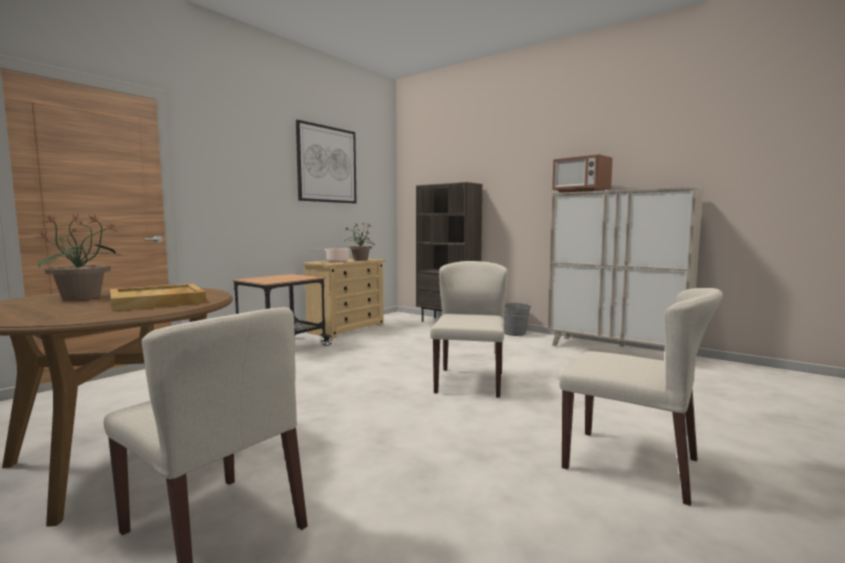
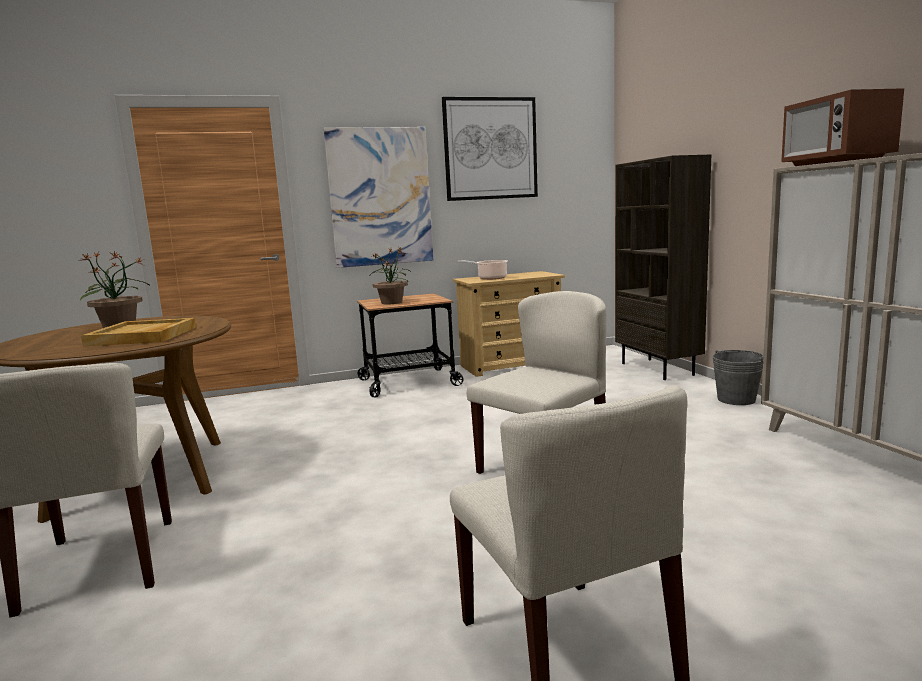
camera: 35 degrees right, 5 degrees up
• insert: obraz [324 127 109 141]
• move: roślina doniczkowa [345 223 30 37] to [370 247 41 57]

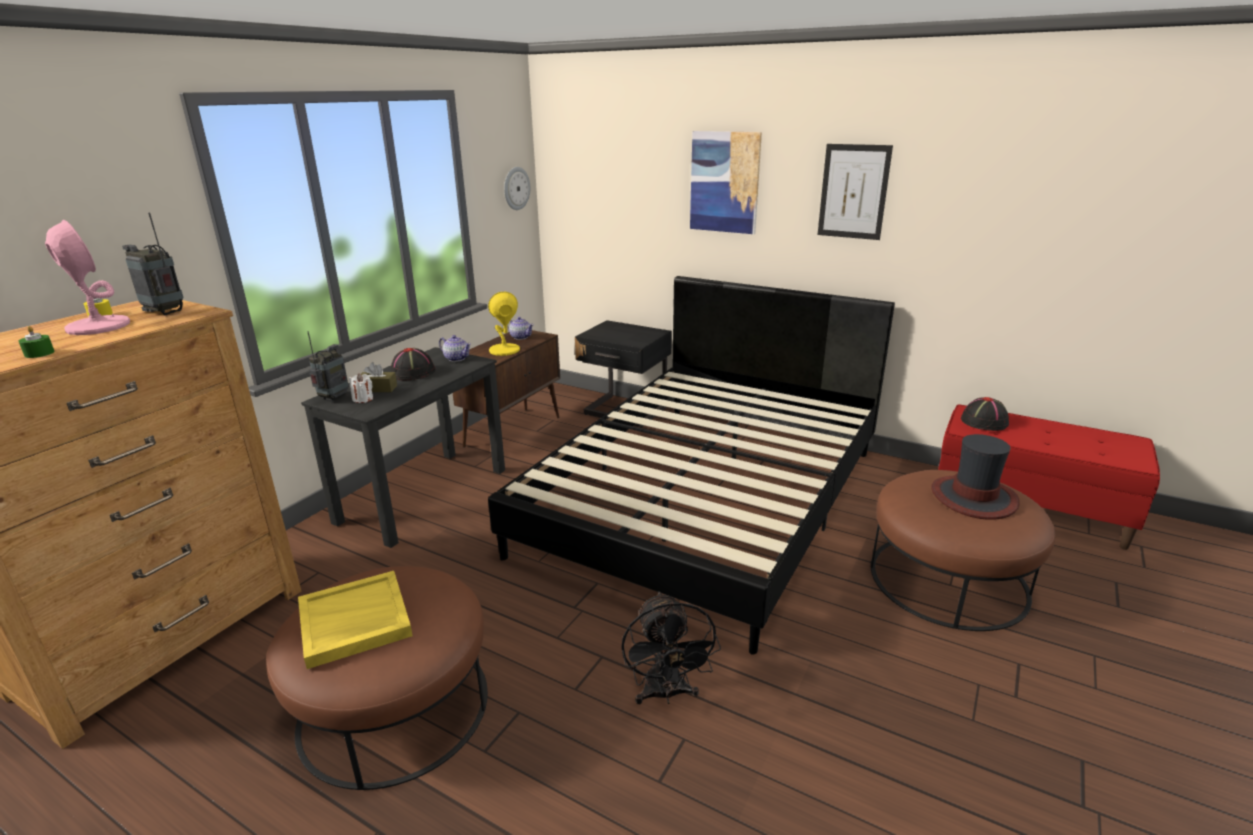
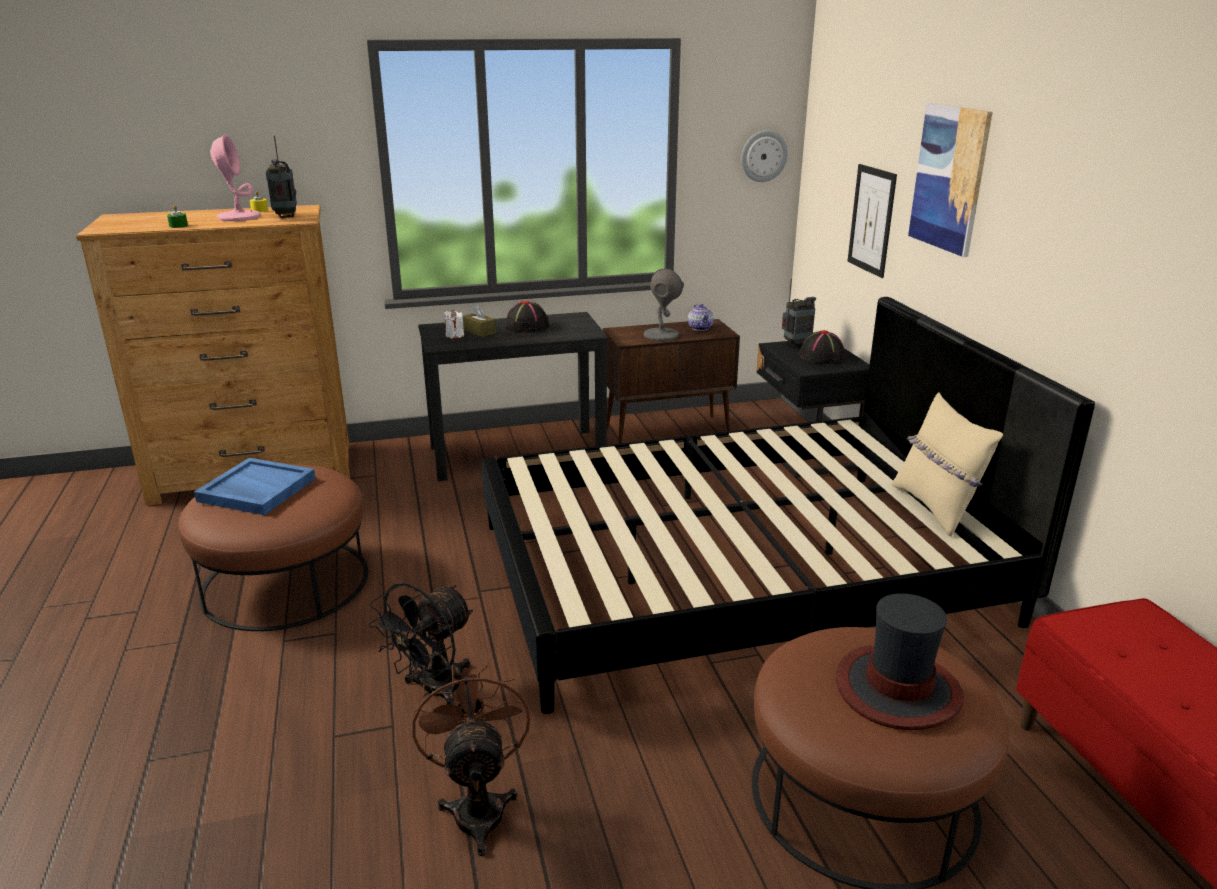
camera: 45 degrees right, 0 degrees up
• recolor: taca/żółty [298 571 115 98] to taca/niebieski [194 458 122 57]
• insert: wentylator/brązowy [412 664 118 192]
• recolor: lampa stołowa/żółty [488 292 32 64] to lampa stołowa/szary [644 268 39 73]
• move: radio [307 331 42 71] to [782 279 34 68]
• move: kapelusz/czarny [961 397 48 34] to [799 330 46 34]
• move: obraz [818 144 75 96] to [847 164 50 114]
• insert: poduszka/beżowy [892 392 111 145]
• delete: imbryk [439 335 32 27]

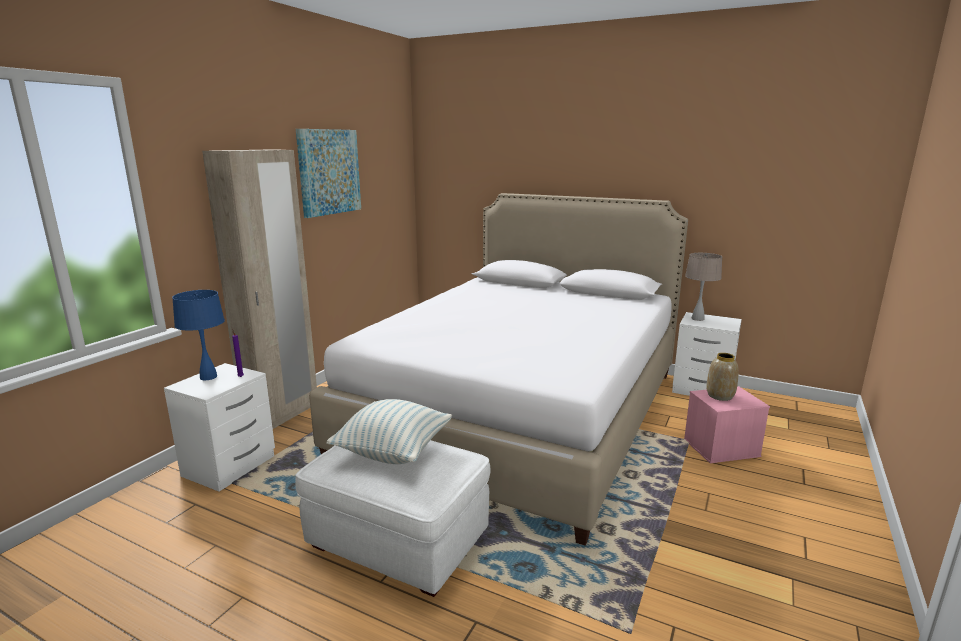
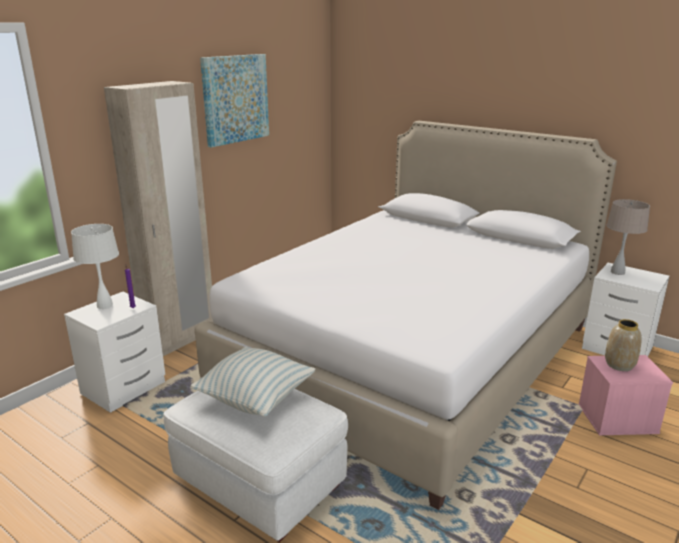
camera: 10 degrees right, 5 degrees up
• recolor: lampa stołowa/niebieski [172 290 53 90] to lampa stołowa/biały [71 224 48 85]

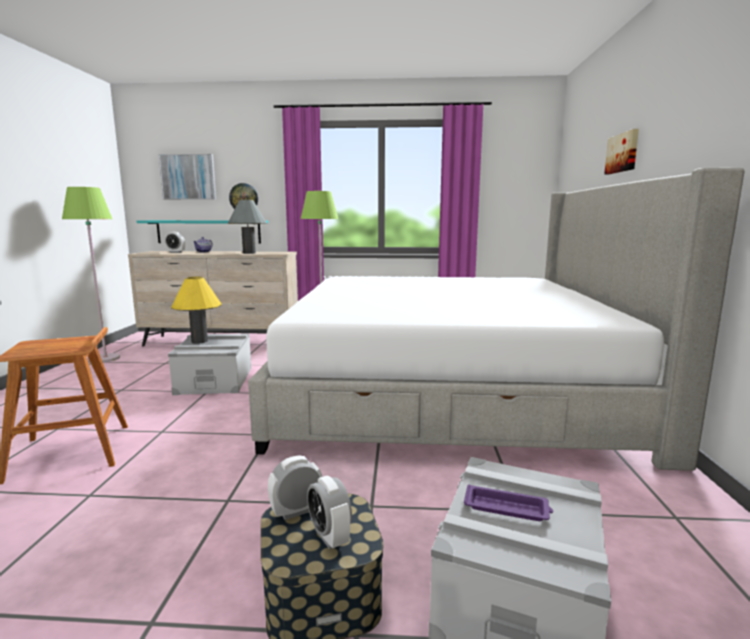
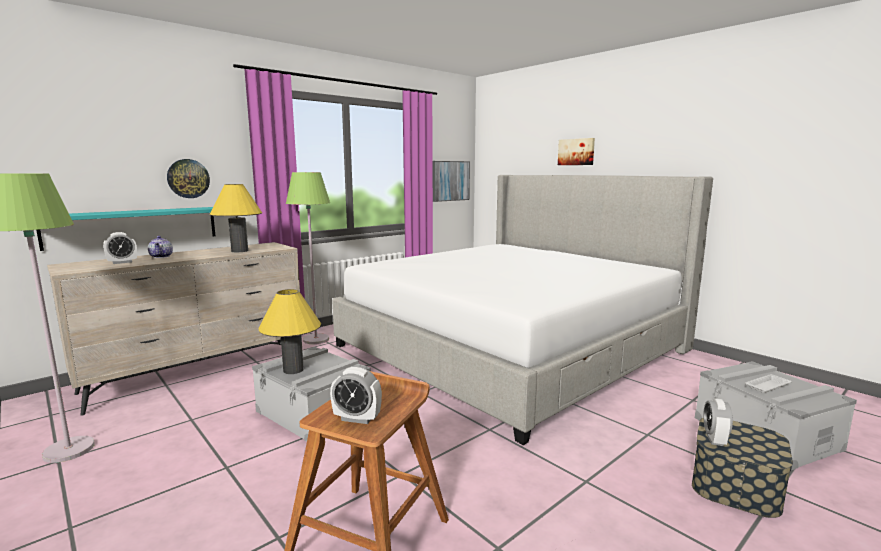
camera: 45 degrees left, 0 degrees up
• recolor: lampa stołowa/szary [228 200 39 54] to lampa stołowa/żółty [210 184 52 68]
• move: budzik [307 476 45 74] to [330 367 52 57]
• move: obraz [158 154 58 46] to [433 161 37 41]
• recolor: taca/fioletowy [464 484 90 37] to taca/biały [745 374 47 19]

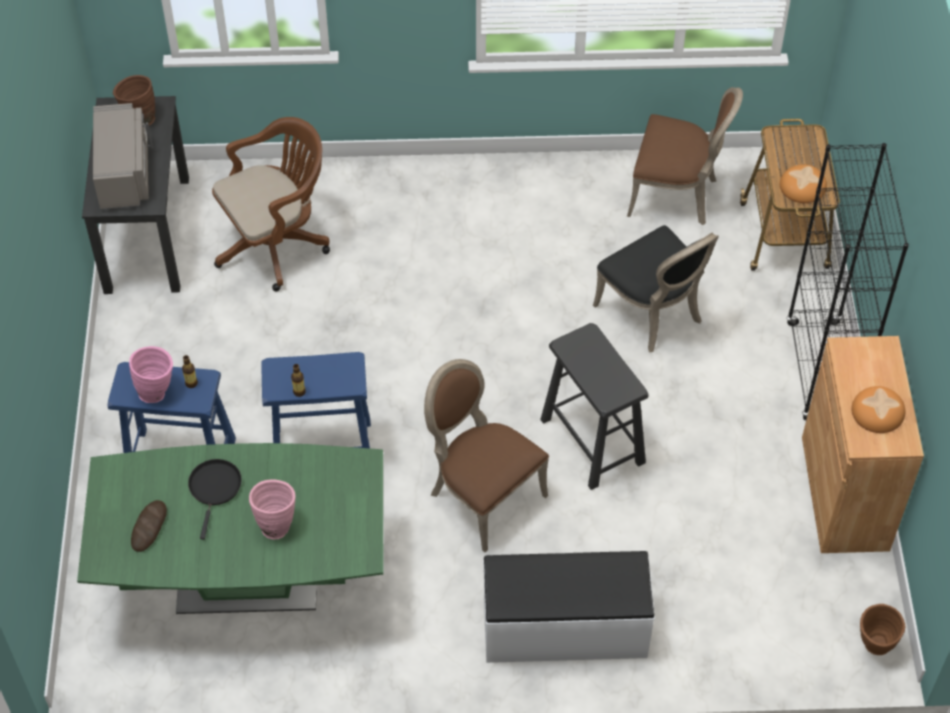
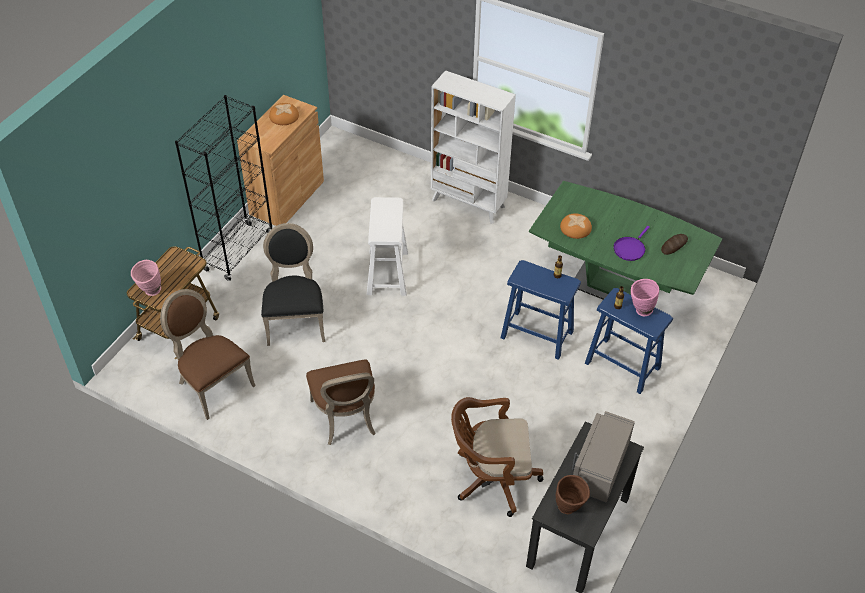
camera: 150 degrees left, 5 degrees down
• move: wazon/różowy [249 479 46 60] to [131 260 30 36]
• move: krzesło/brązowy [424 359 125 193] to [306 359 70 86]
• recolor: stołek/czarny [540 323 109 167] to stołek/biały [367 197 41 99]
• replace: ławka/biały [483 551 172 112] to regał/biały [431 70 85 154]
• move: chleb [780 164 47 39] to [560 213 32 26]
• recolor: patelnia/czarny [188 459 54 80] to patelnia/fioletowy [613 226 37 35]
• delete: wazon/brązowy [860 604 45 51]

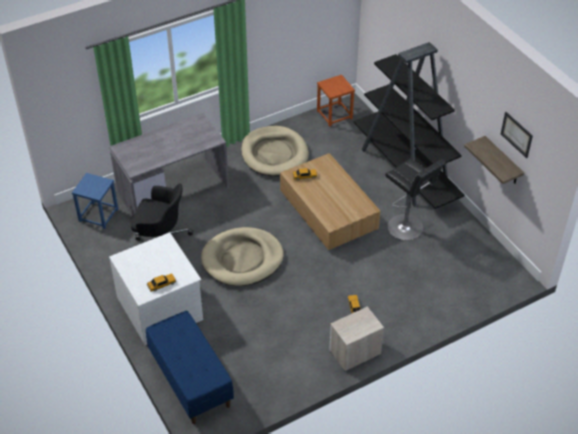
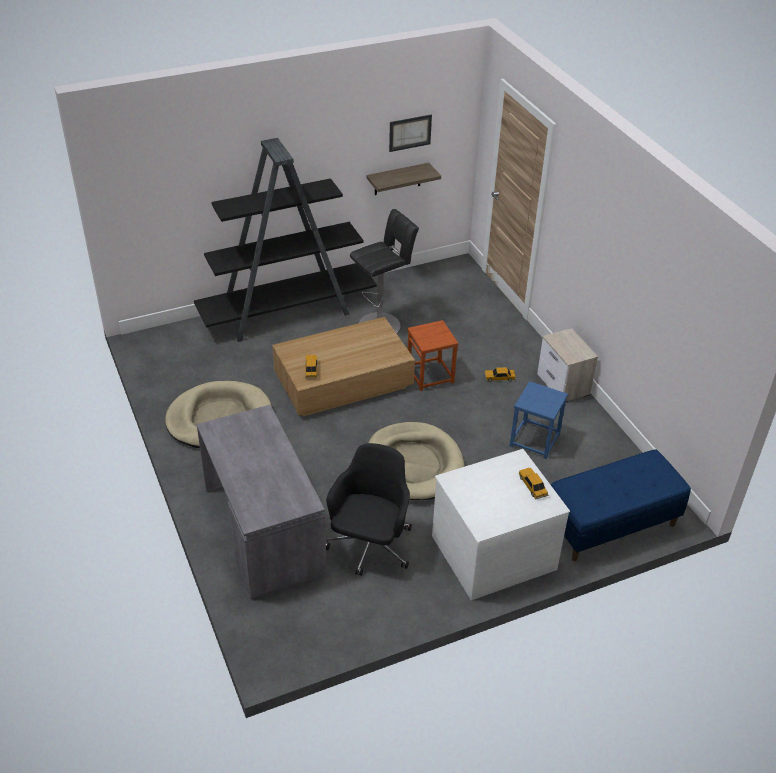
camera: 85 degrees left, 5 degrees down
• move: stołek/brązowy [317 75 38 52] to [407 320 52 71]
• move: stołek/niebieski [72 173 46 56] to [510 381 58 78]

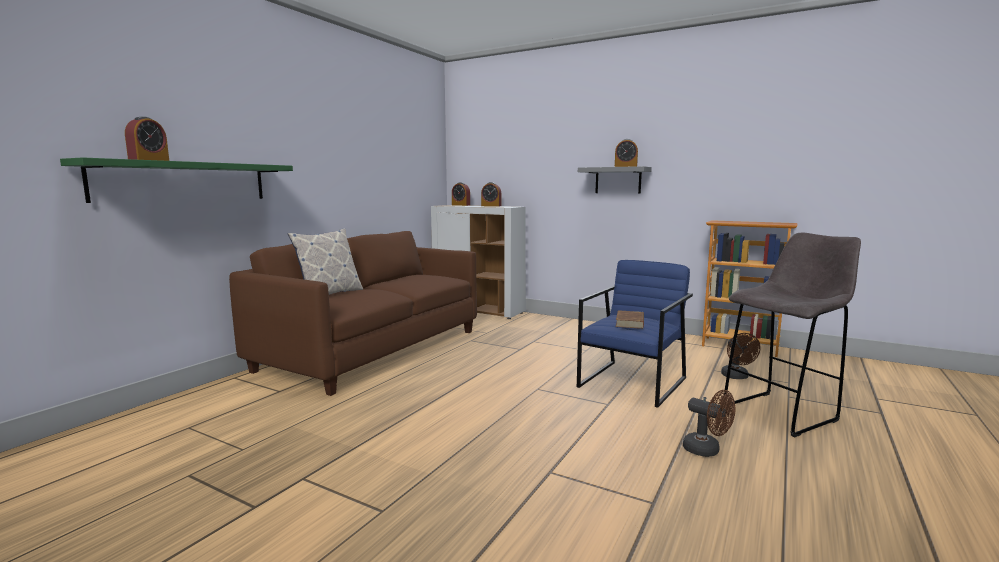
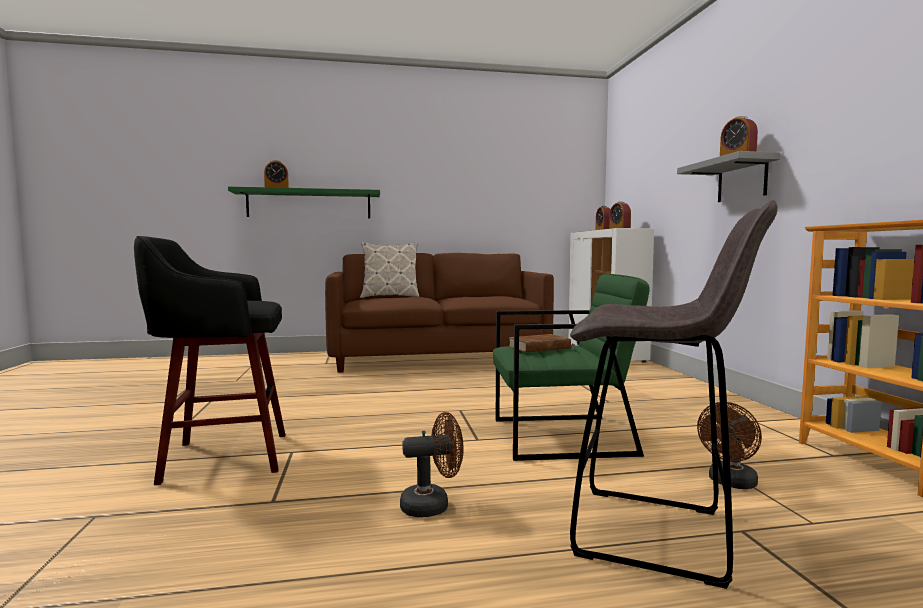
camera: 50 degrees right, 5 degrees down
• insert: stołek/czarny [134 236 152 249]
• rotate: wentylator/brązowy [683 390 53 67] = [400 412 63 105] 105 degrees counterclockwise
• recolor: fotel/niebieski [577 260 116 148] to fotel/zielony [493 274 157 187]

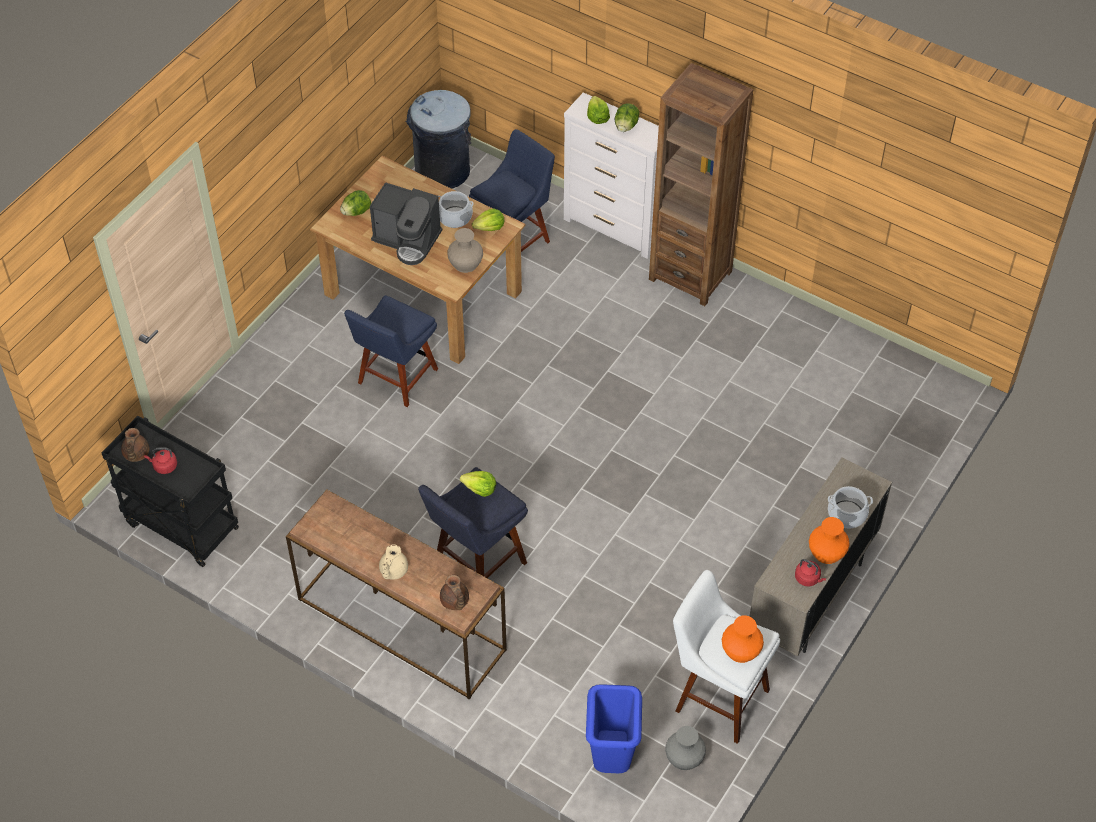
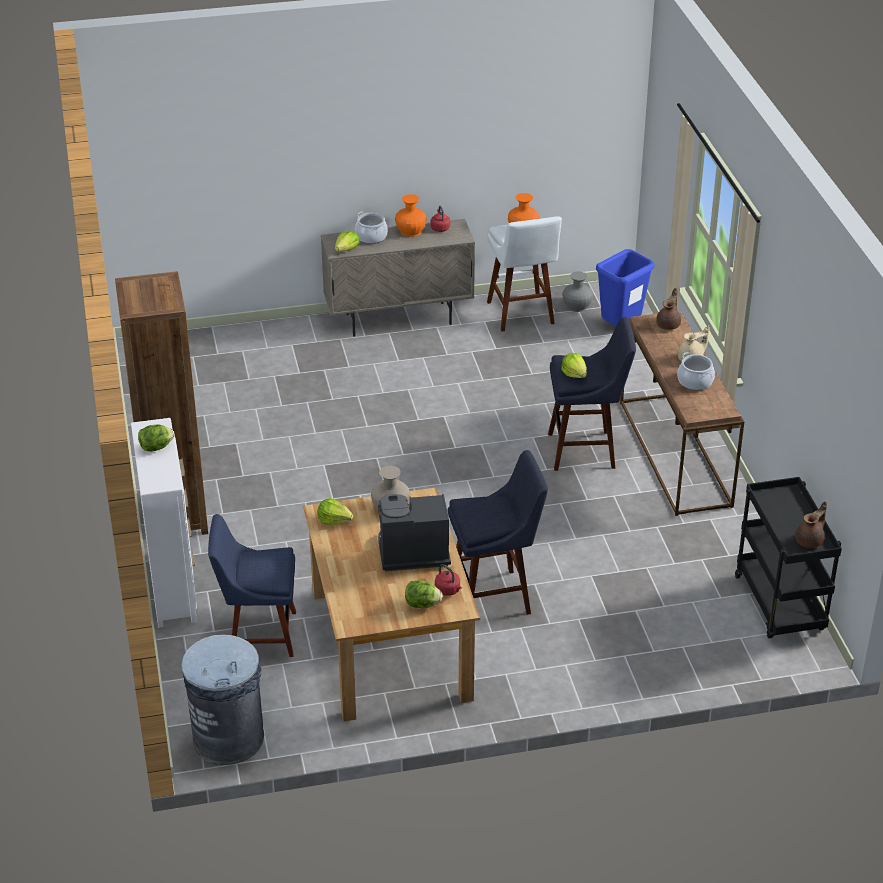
camera: 135 degrees left, 15 degrees down
• move: sałata [587 96 23 28] to [335 231 25 21]
• rotate: ekspres do kawy [370 182 72 83] = [378 494 73 77] 75 degrees counterclockwise
• move: czajnik/czerwony [144 447 33 27] to [435 564 27 32]
• replace: krzesło/niebieski [344 295 94 112] to stołek/niebieski [448 450 100 165]
• move: garnek [438 191 36 37] to [678 352 37 38]

